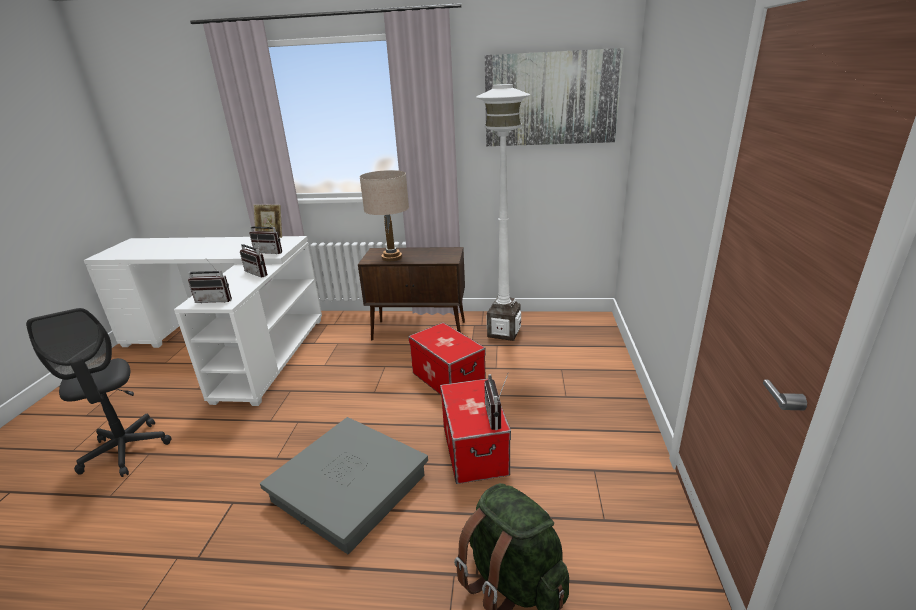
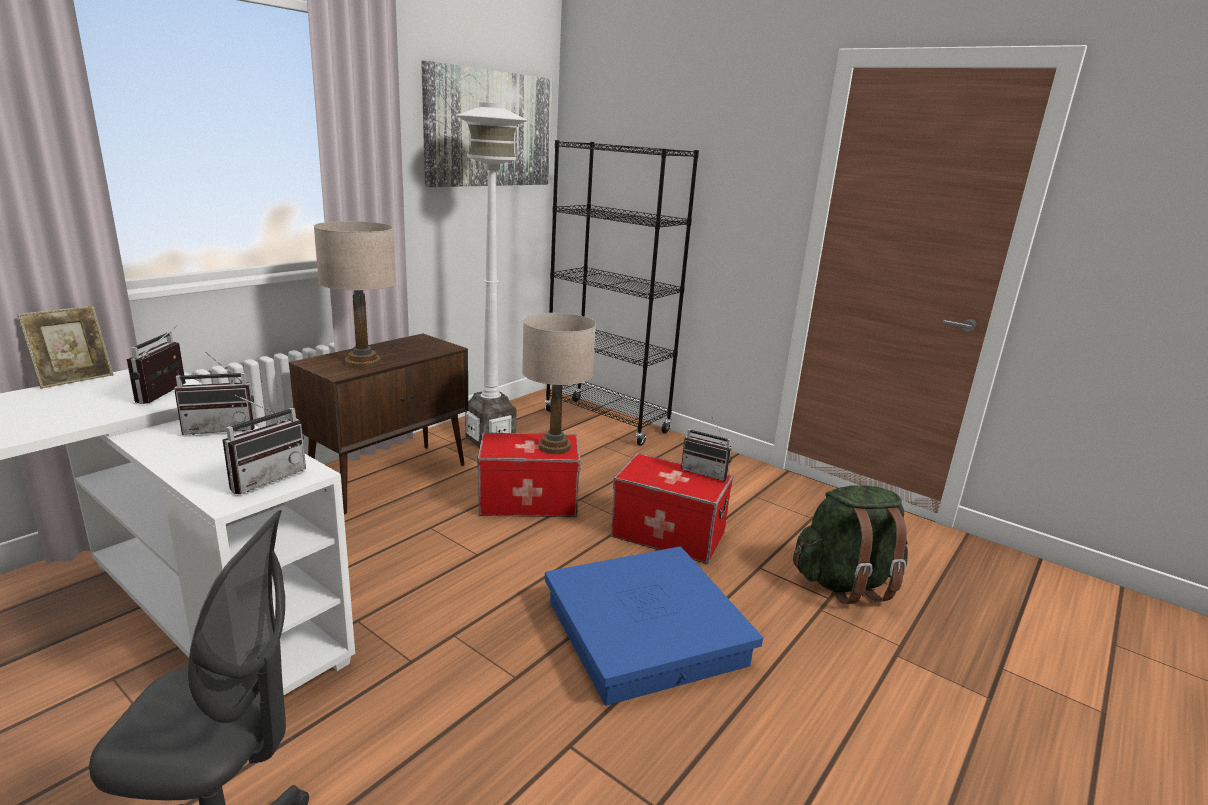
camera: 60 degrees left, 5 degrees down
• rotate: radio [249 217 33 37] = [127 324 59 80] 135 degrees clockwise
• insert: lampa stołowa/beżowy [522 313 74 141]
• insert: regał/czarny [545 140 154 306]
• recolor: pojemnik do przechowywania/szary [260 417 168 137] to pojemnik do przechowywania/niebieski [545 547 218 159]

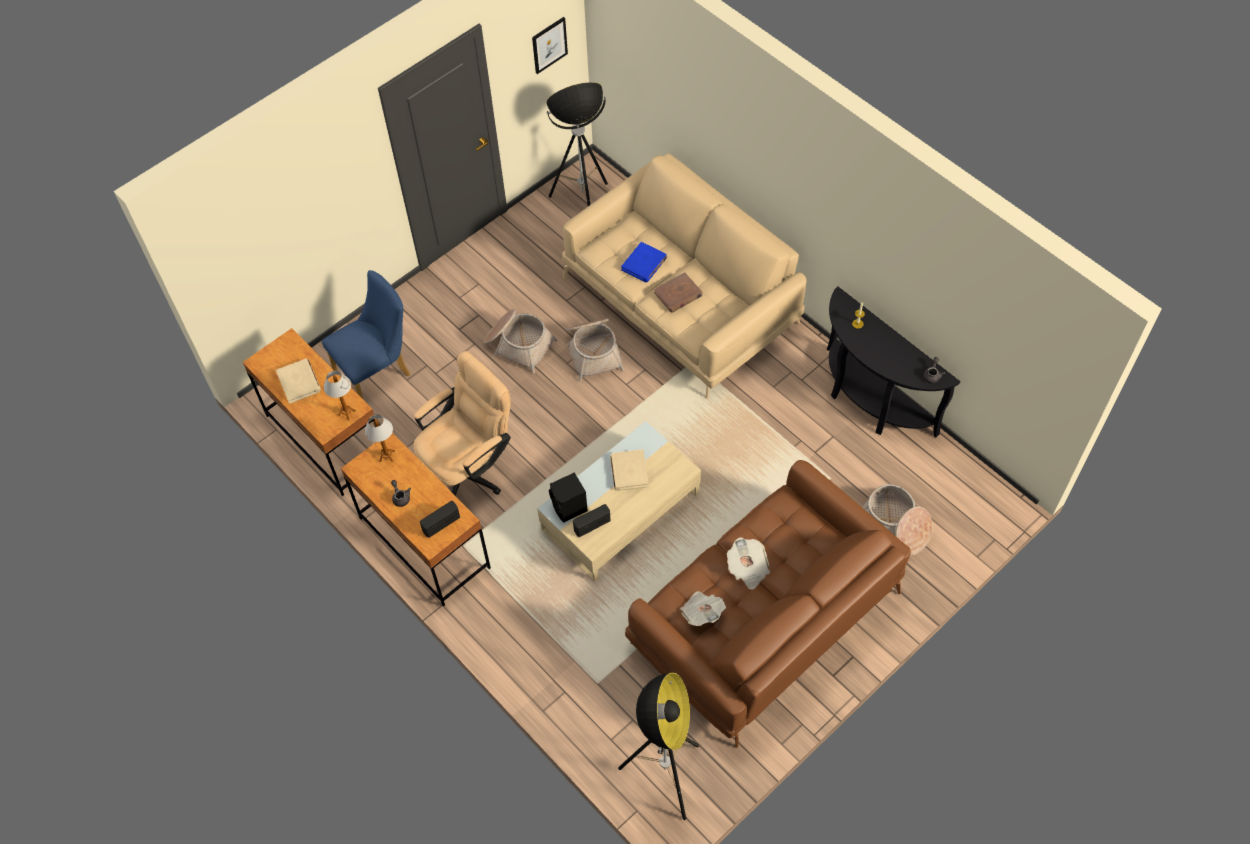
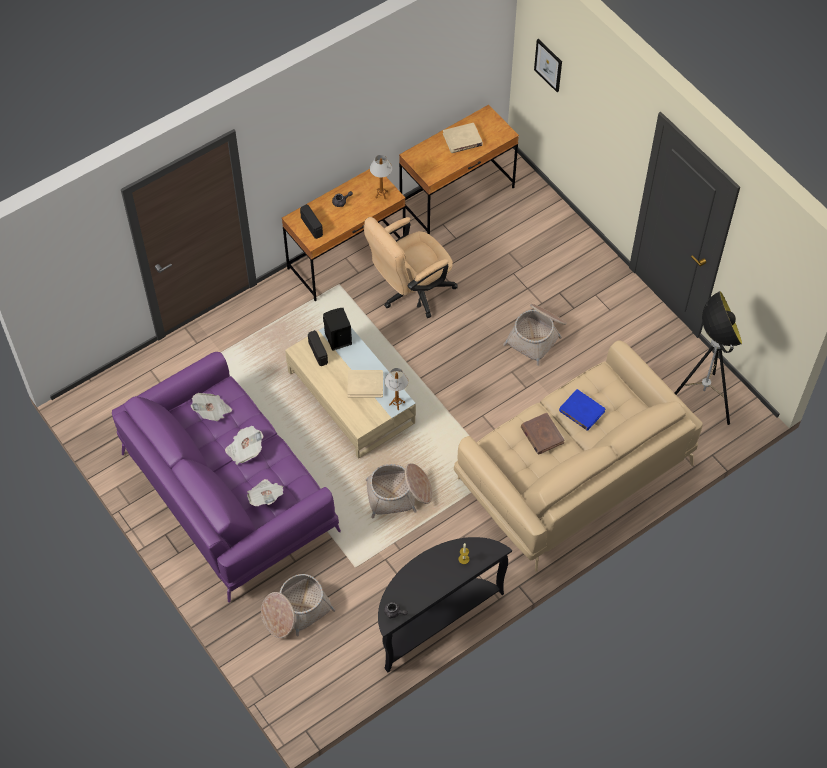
camera: 95 degrees right, 0 degrees up
• recolor: kanapa/brązowy [625 460 286 288] to kanapa/fioletowy [112 352 229 250]
• insert: gazeta [247 479 36 27]
• rotate: krzesło biurowe/beżowy [413 351 98 145] = [364 217 93 101] 90 degrees clockwise
• move: koszyk [566 319 58 63] to [365 463 67 56]
• move: lampa stołowa [324 371 32 49] to [385 368 24 42]
• move: obraz [532 17 36 57] to [534 39 28 53]
• delete: krzesło/niebieski [322 270 88 129]
• delete: lampa stojąca [618 672 81 148]

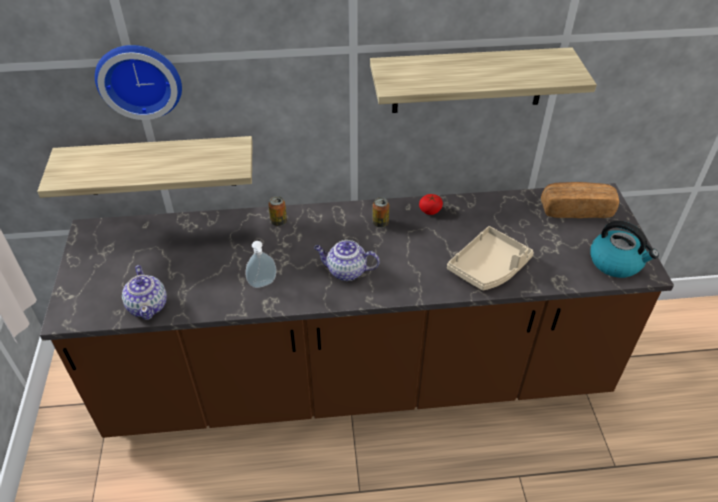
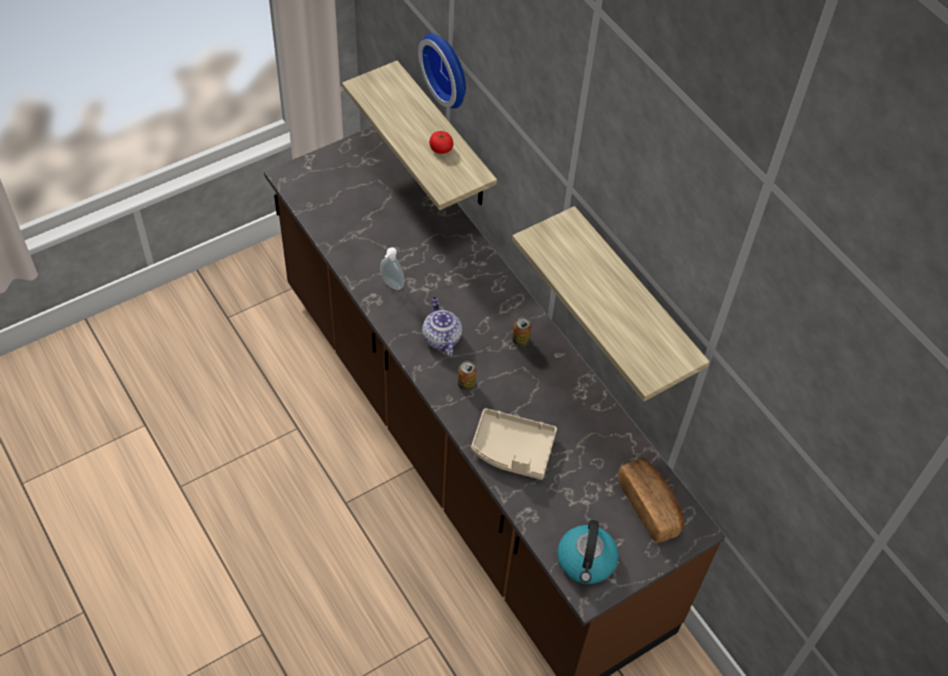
camera: 60 degrees right, 10 degrees up
• move: pomidor [419 194 24 21] to [429 131 24 23]
• move: puszka [268 196 19 30] to [458 361 19 30]
• delete: imbryk [122 265 45 55]

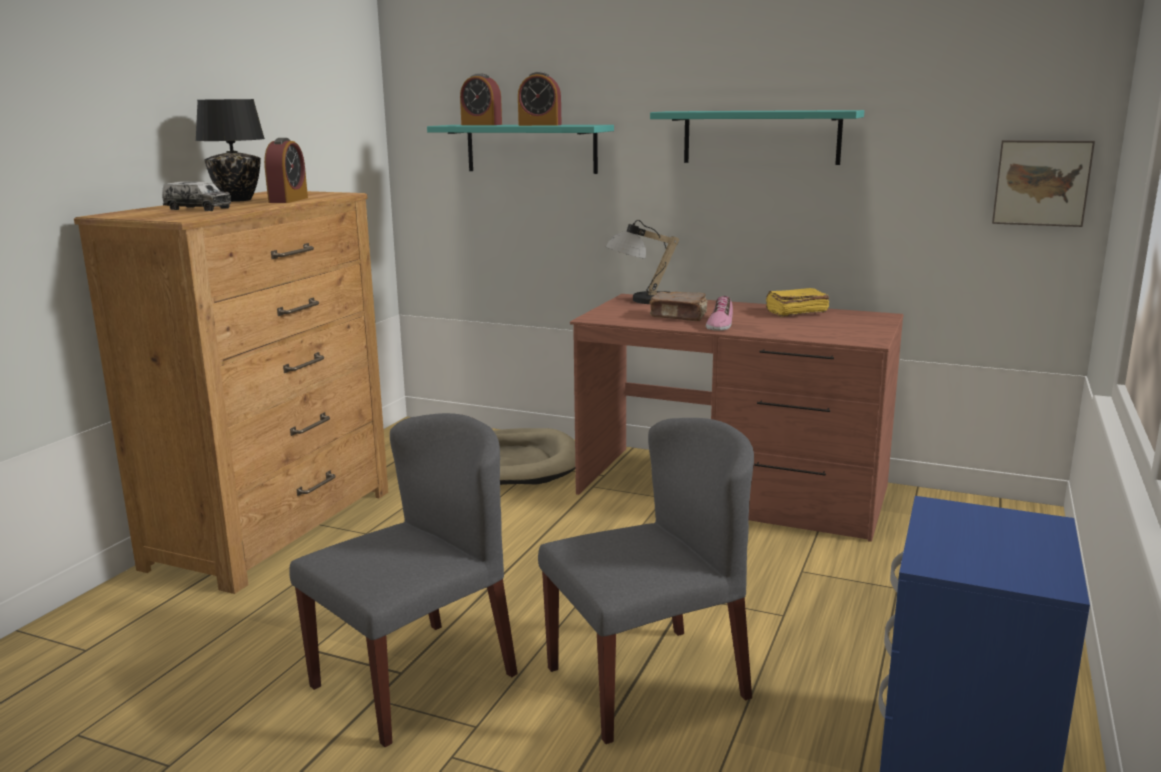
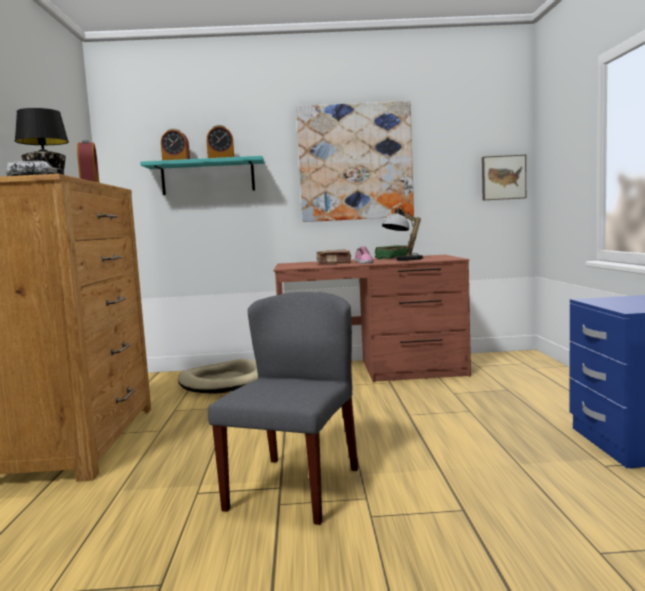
camera: 25 degrees left, 10 degrees down
• replace: półka/turkusowy [650 110 214 55] to obraz [296 101 118 121]
• recolor: książka/żółty [765 288 65 29] to książka/zielony [375 245 33 14]
• move: lampa stołowa [606 220 73 84] to [382 206 43 54]
• delete: krzesło/szary [538 418 216 326]

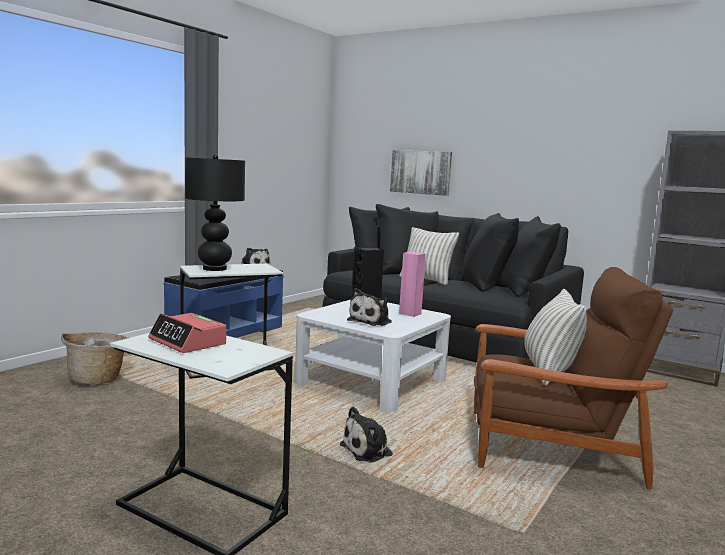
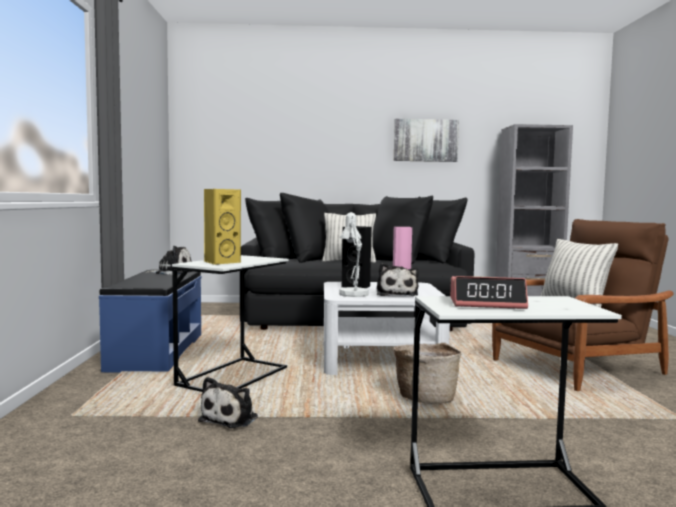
camera: 35 degrees left, 5 degrees down
• move: pluszak [340 406 56 57] to [198 377 60 51]
• replace: lampa stołowa/czarny [185 155 60 116] to głośnik/żółty [204 189 37 76]
• insert: lampa stołowa/biały [339 212 30 85]
• move: obraz [390 150 62 46] to [394 119 65 43]
• move: koszyk [61 332 69 52] to [394 343 67 61]

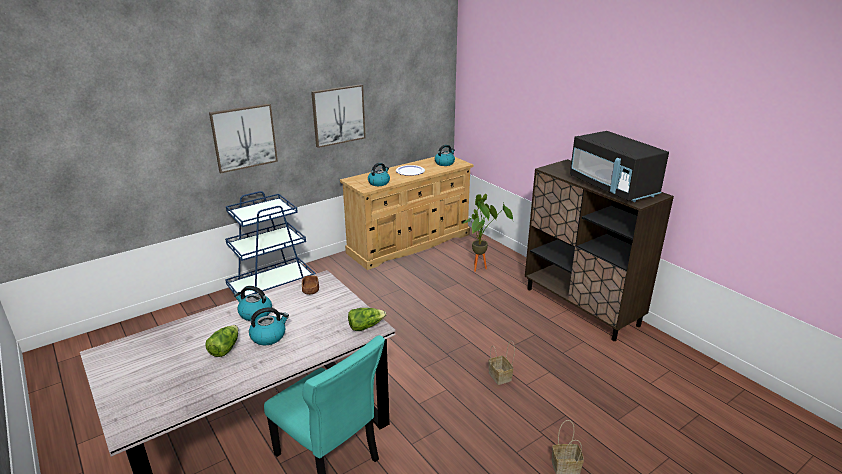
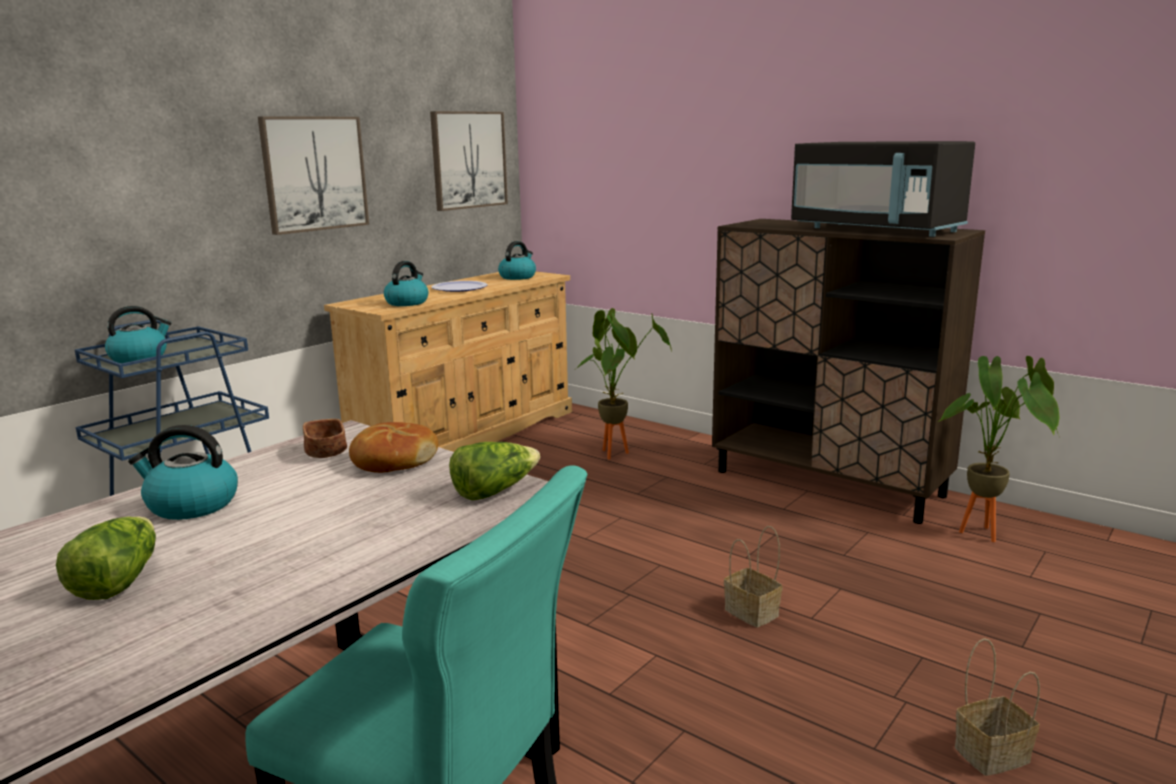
camera: 15 degrees left, 10 degrees down
• move: czajnik [249 307 40 38] to [105 306 66 57]
• insert: chleb [349 422 89 51]
• move: obraz [209 104 69 69] to [430 111 78 100]
• insert: roślina doniczkowa [938 356 122 186]

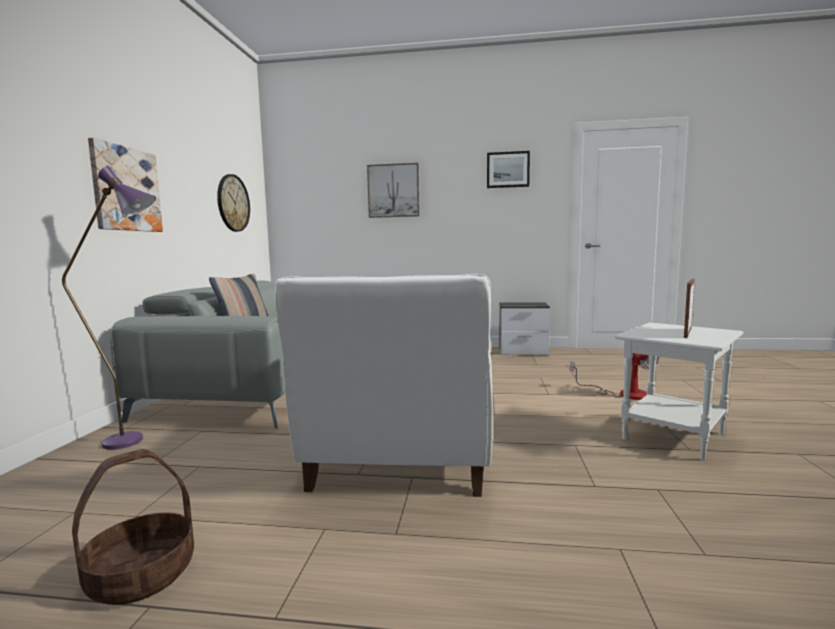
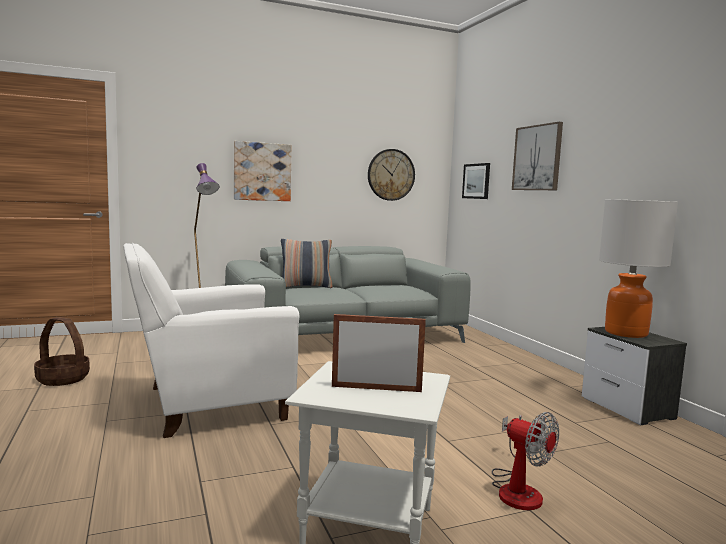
camera: 60 degrees right, 0 degrees up
• move: obraz [487 151 43 37] to [462 163 28 36]
• insert: lampa stołowa [599 199 79 139]

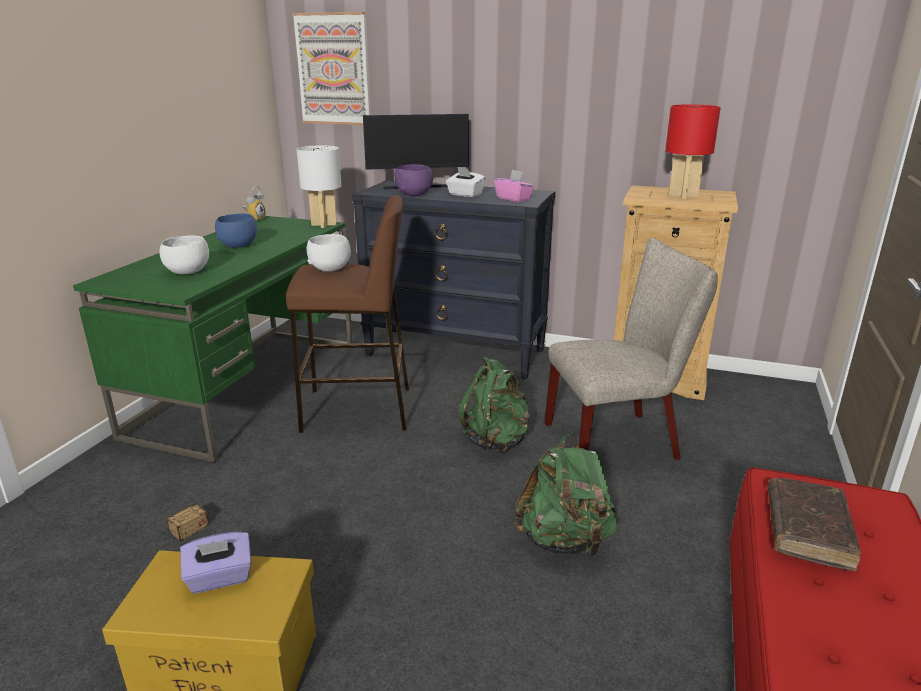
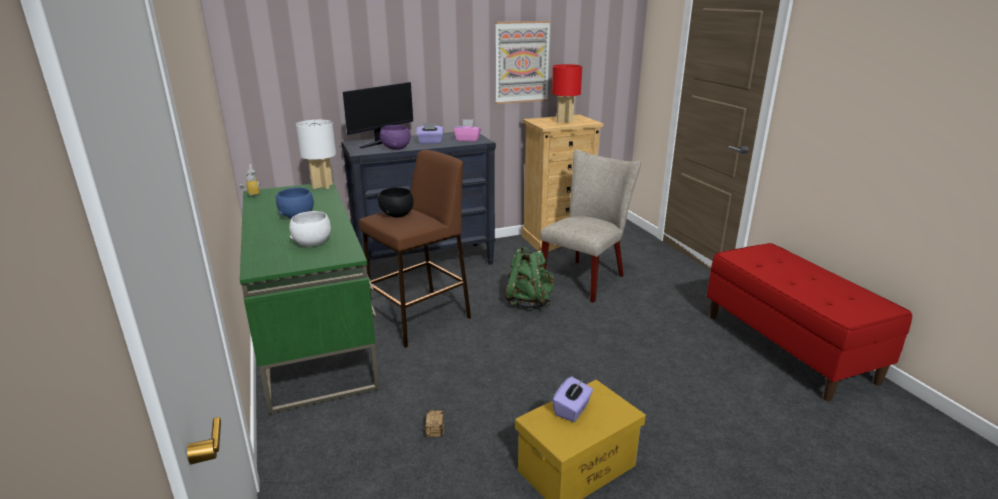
camera: 40 degrees left, 0 degrees up
• recolor: miska/biały [306 234 45 38] to miska/czarny [377 187 37 31]
• recolor: pudełko chusteczek/biały [446 167 40 30] to pudełko chusteczek/fioletowy [417 123 26 21]
• move: obraz [292 12 77 113] to [495 21 56 83]
• delete: plecak/zielony [514 433 104 126]
• delete: książka/brązowy [768 478 93 93]

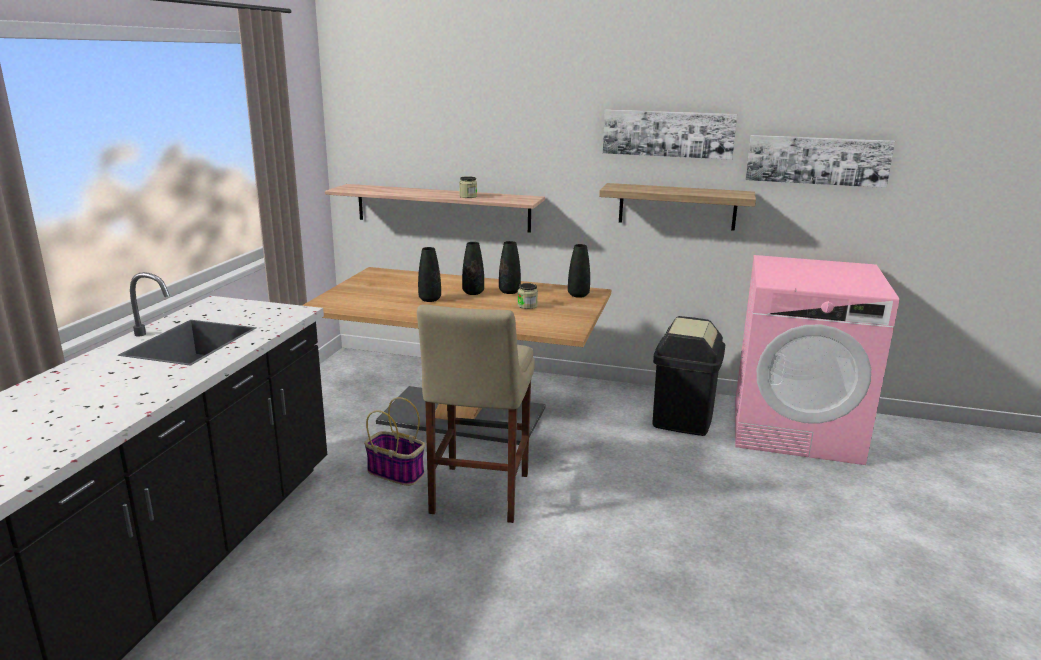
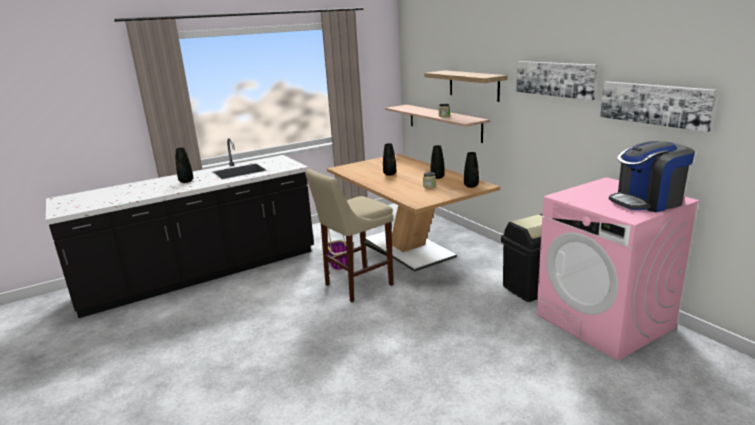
camera: 45 degrees right, 0 degrees up
• move: wazon/czarny [462 242 22 53] to [176 148 17 35]
• move: półka [599 183 157 48] to [424 70 83 32]
• insert: ekspres do kawy [609 141 86 71]

